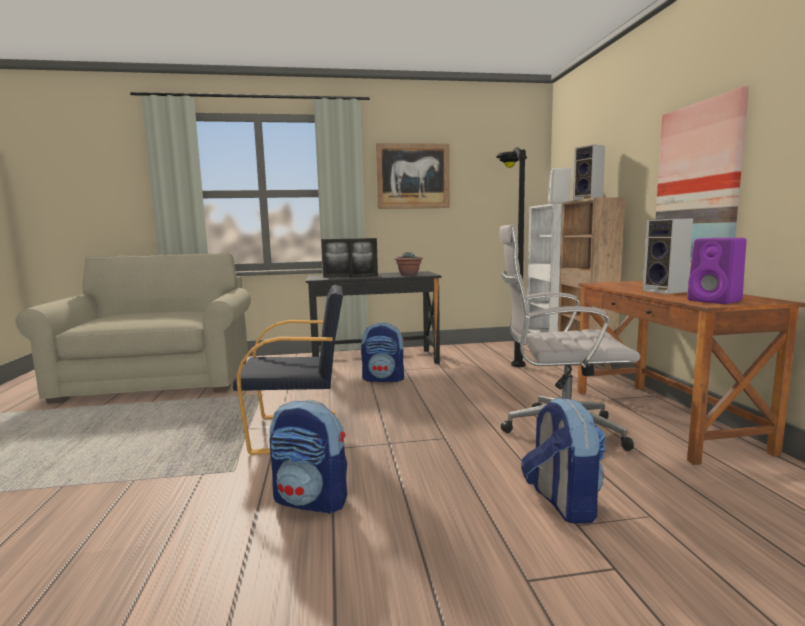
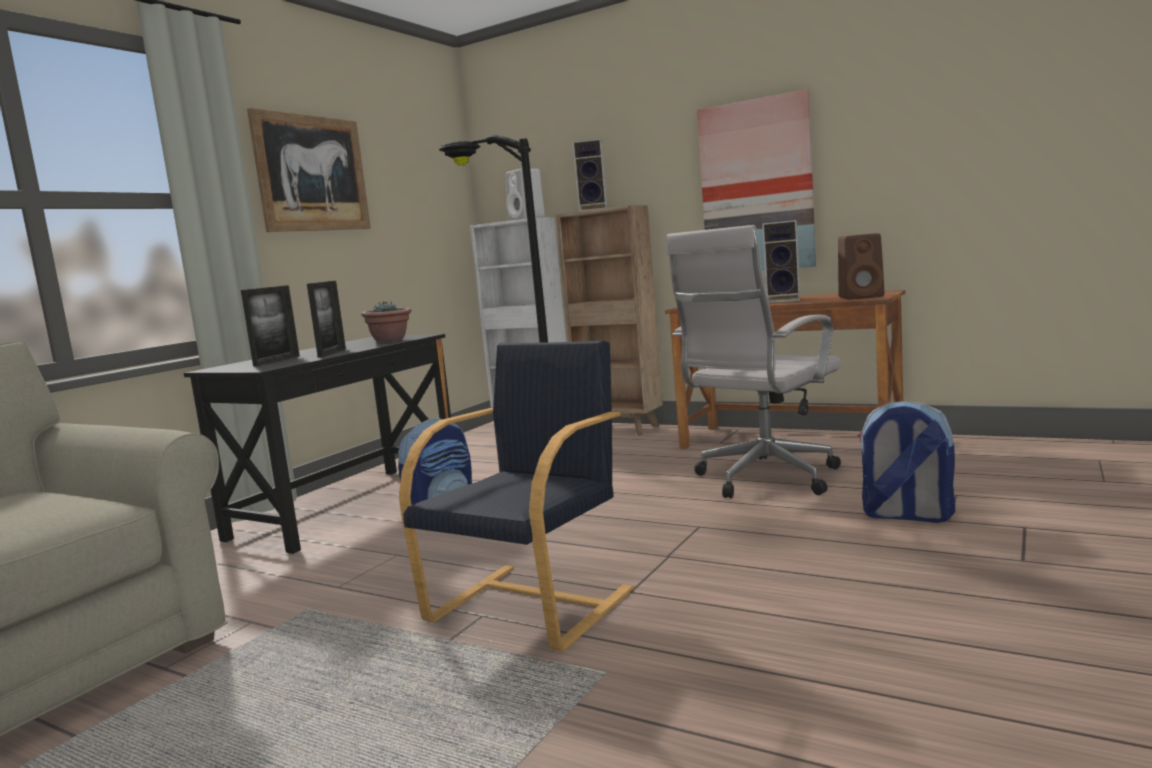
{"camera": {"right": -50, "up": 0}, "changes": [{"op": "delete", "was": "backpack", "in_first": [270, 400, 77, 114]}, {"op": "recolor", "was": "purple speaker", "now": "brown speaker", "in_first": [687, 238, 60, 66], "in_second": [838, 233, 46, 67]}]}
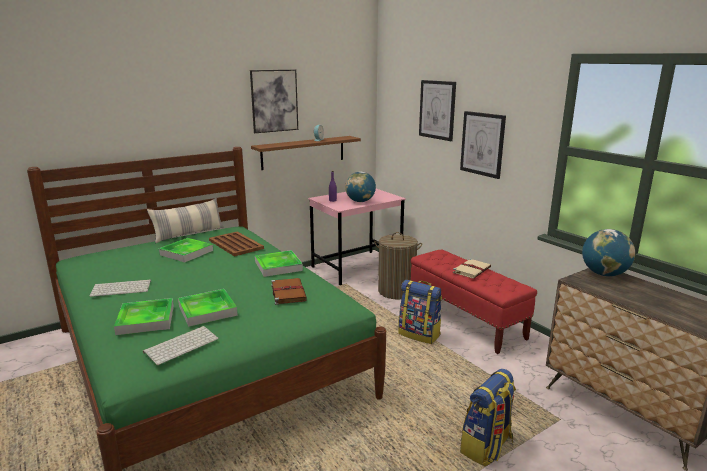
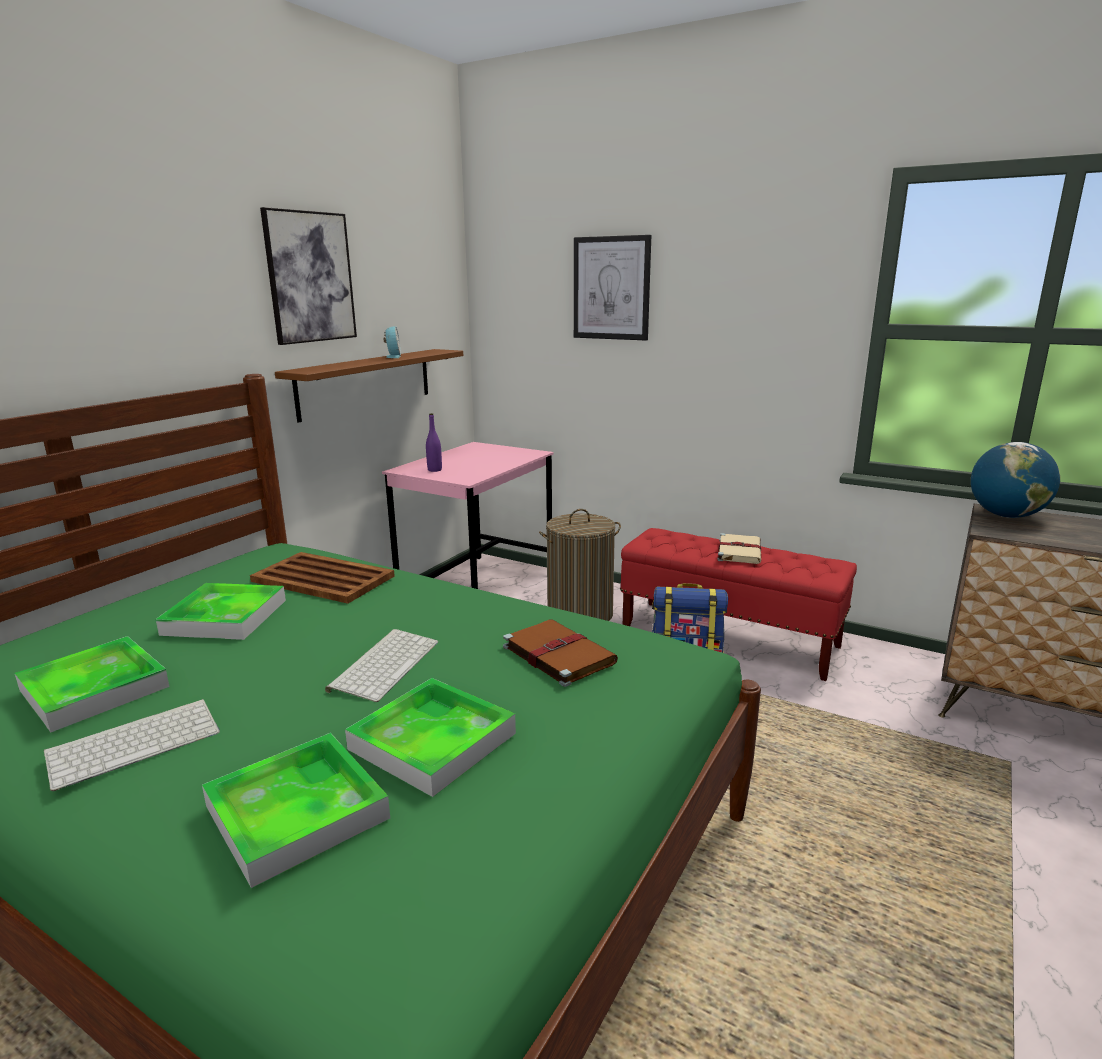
{"camera": {"right": -25, "up": 0}, "changes": [{"op": "move", "was": "keyboard", "in_first": [143, 326, 76, 39], "in_second": [325, 629, 113, 73]}, {"op": "delete", "was": "pillow", "in_first": [147, 198, 77, 45]}, {"op": "move", "was": "tray", "in_first": [255, 250, 48, 27], "in_second": [15, 636, 155, 96]}, {"op": "delete", "was": "globe", "in_first": [345, 172, 31, 30]}, {"op": "delete", "was": "picture", "in_first": [460, 111, 46, 68]}, {"op": "delete", "was": "backpack", "in_first": [460, 369, 56, 98]}]}
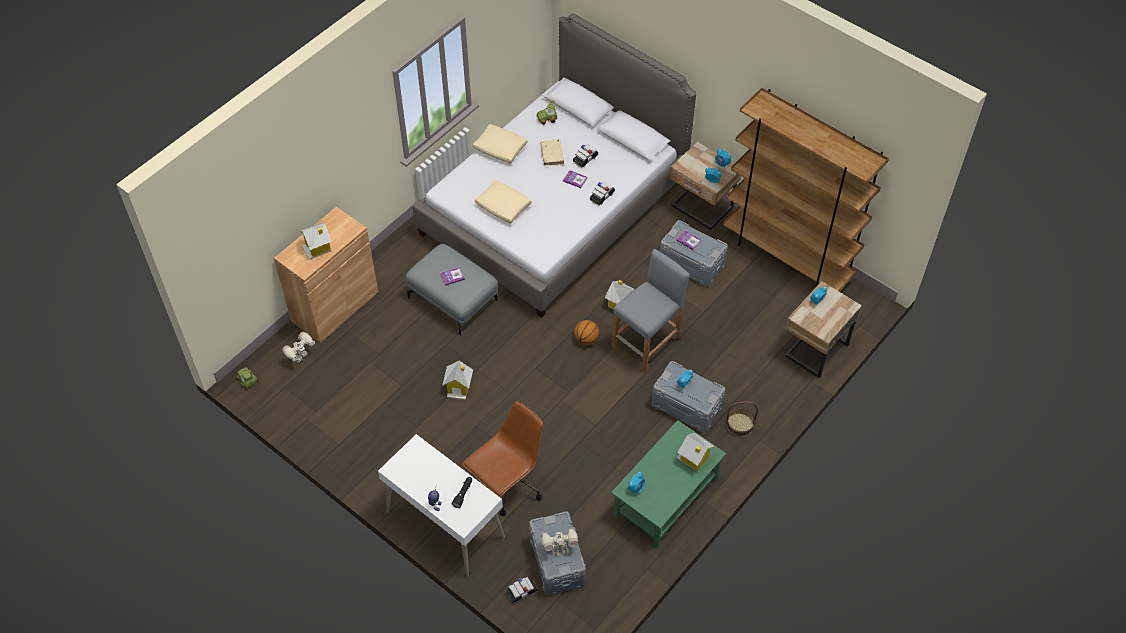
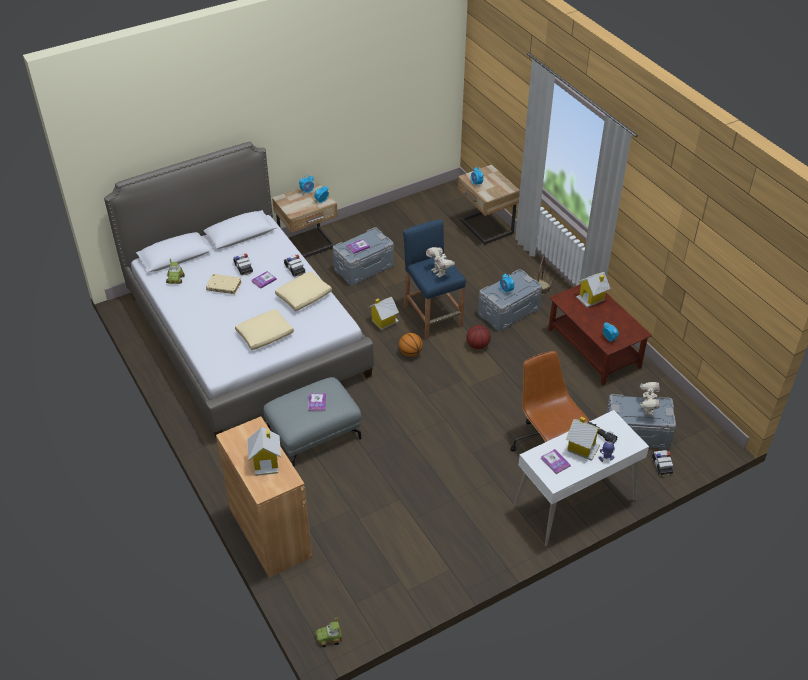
{"camera": {"right": -70, "up": -10}, "changes": [{"op": "move", "was": "toy robot", "in_first": [282, 331, 33, 32], "in_second": [426, 247, 29, 30]}, {"op": "move", "was": "toy house", "in_first": [442, 361, 31, 39], "in_second": [566, 417, 35, 44]}, {"op": "move", "was": "beige pillow", "in_first": [473, 124, 55, 39], "in_second": [275, 271, 57, 40]}, {"op": "recolor", "was": "green coffee table", "now": "brown coffee table", "in_first": [611, 420, 115, 129], "in_second": [548, 284, 104, 102]}, {"op": "recolor", "was": "grey stool", "now": "blue stool", "in_first": [612, 249, 78, 123], "in_second": [403, 219, 63, 120]}, {"op": "delete", "was": "brown bookcase", "in_first": [723, 87, 166, 205]}, {"op": "insert", "now": "basketball", "in_second": [466, 325, 25, 24]}, {"op": "insert", "now": "book", "in_second": [541, 449, 30, 25]}]}
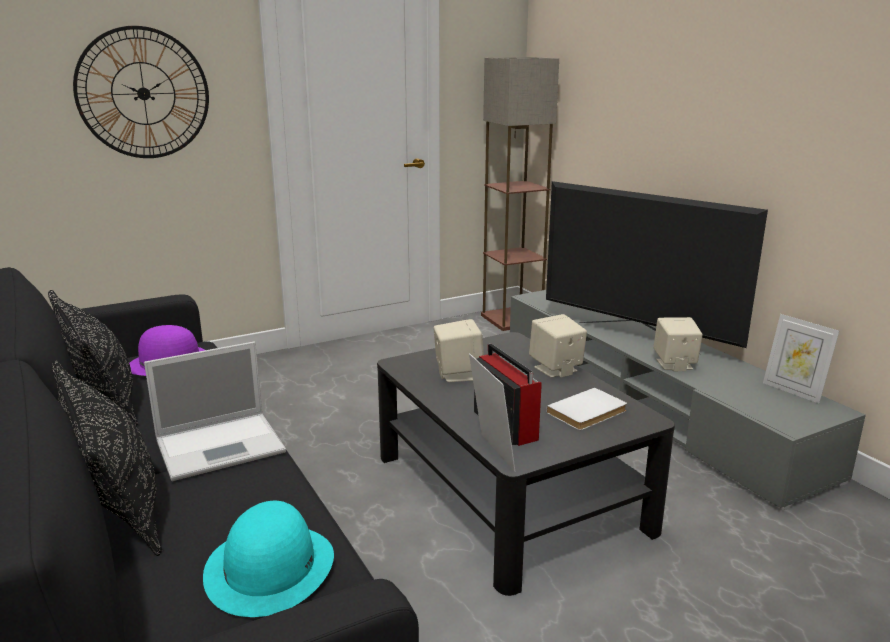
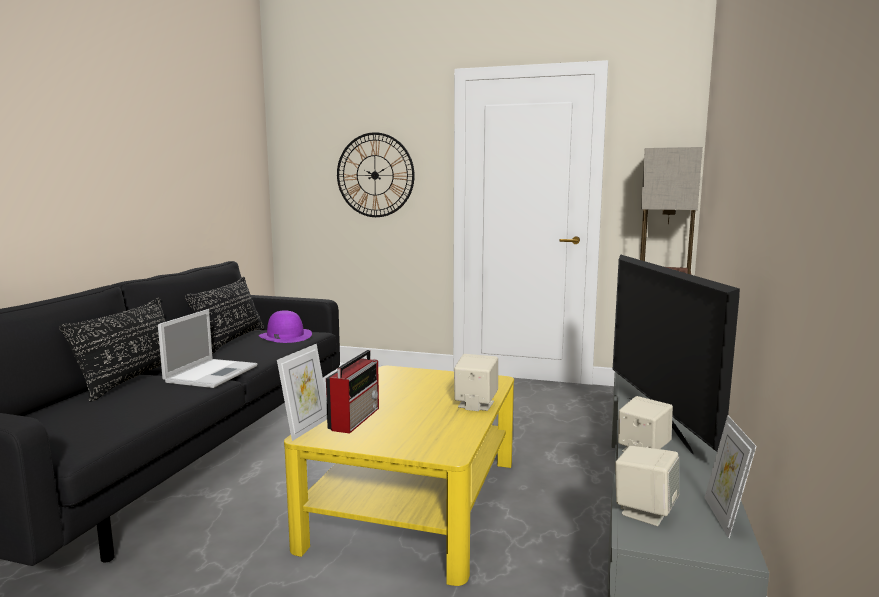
{"camera": {"right": 45, "up": -10}, "changes": [{"op": "rotate", "was": "laptop", "in_first": [144, 342, 142, 139], "in_second": [158, 309, 99, 79], "clockwise": -90}, {"op": "delete", "was": "turquoise hat", "in_first": [203, 501, 131, 116]}, {"op": "recolor", "was": "black coffee table", "now": "yellow coffee table", "in_first": [377, 332, 298, 264], "in_second": [284, 366, 230, 220]}, {"op": "move", "was": "beige speaker", "in_first": [433, 319, 51, 63], "in_second": [615, 446, 64, 80]}, {"op": "delete", "was": "white book", "in_first": [546, 388, 81, 42]}]}
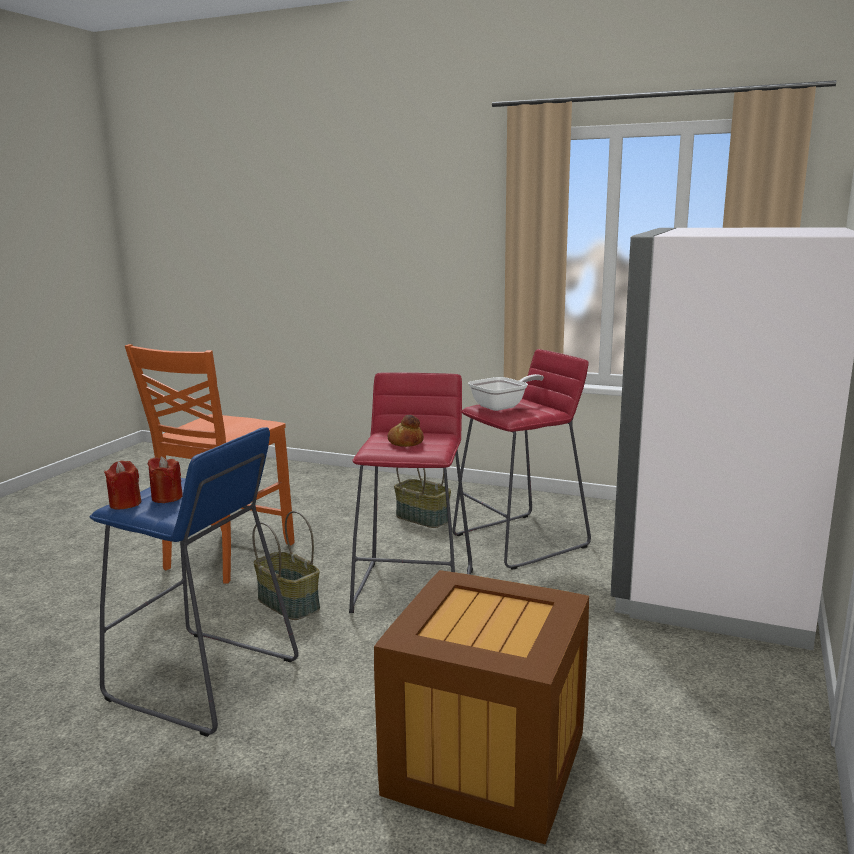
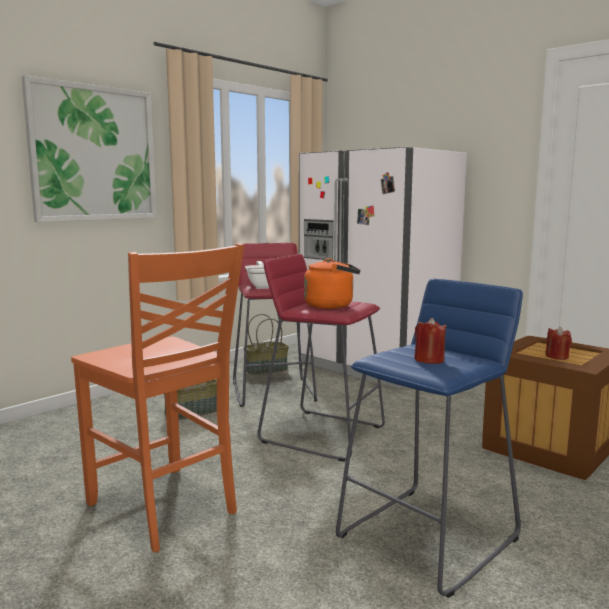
{"camera": {"right": -70, "up": -5}, "changes": [{"op": "move", "was": "red candle", "in_first": [104, 461, 37, 49], "in_second": [545, 327, 27, 33]}, {"op": "move", "was": "basket", "in_first": [252, 511, 68, 109], "in_second": [244, 314, 45, 61]}, {"op": "replace", "was": "bread", "now": "orange kettle", "in_first": [388, 415, 36, 32], "in_second": [304, 258, 56, 51]}, {"op": "insert", "now": "picture", "in_second": [22, 75, 135, 147]}]}
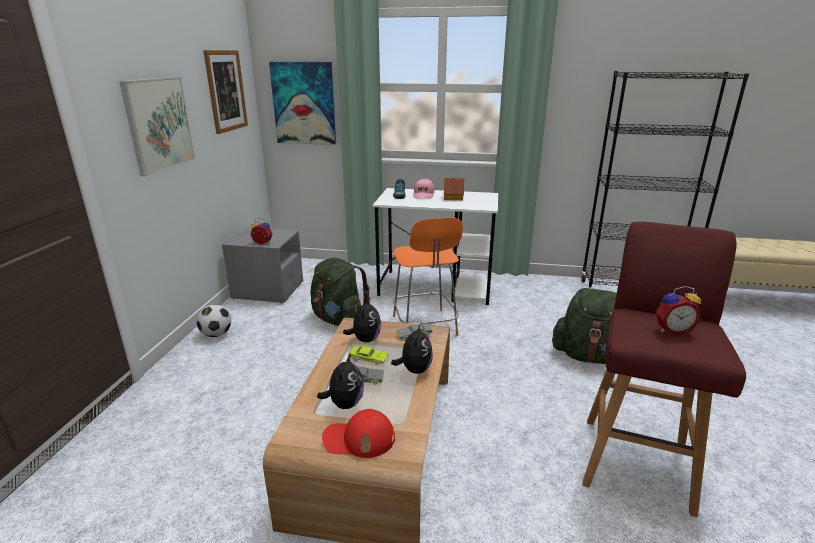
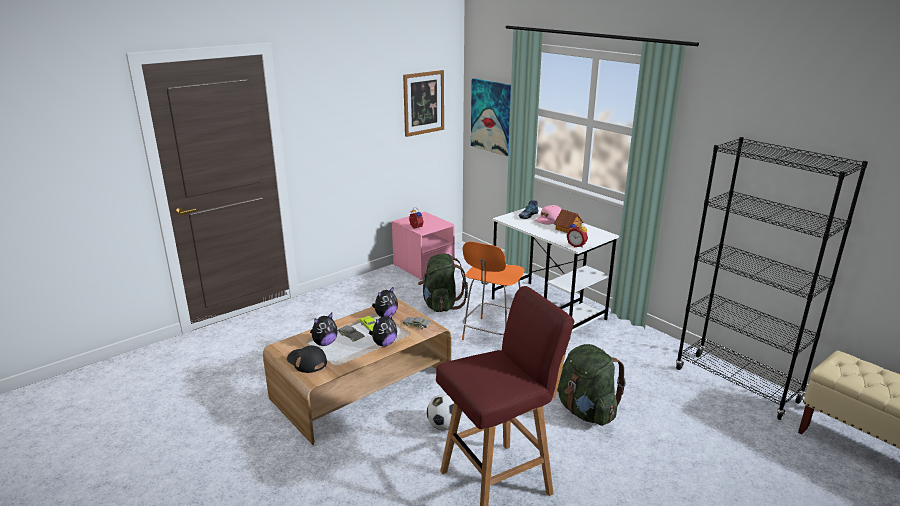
{"camera": {"right": 40, "up": 0}, "changes": [{"op": "delete", "was": "picture", "in_first": [119, 77, 76, 99]}, {"op": "move", "was": "football", "in_first": [196, 304, 35, 33], "in_second": [427, 394, 35, 36]}, {"op": "recolor", "was": "grey nightstand", "now": "pink nightstand", "in_first": [222, 227, 81, 77], "in_second": [392, 212, 63, 68]}, {"op": "recolor", "was": "red cap", "now": "black cap", "in_first": [322, 409, 73, 49], "in_second": [287, 345, 40, 28]}, {"op": "move", "was": "alarm clock", "in_first": [656, 286, 45, 50], "in_second": [567, 221, 21, 27]}]}
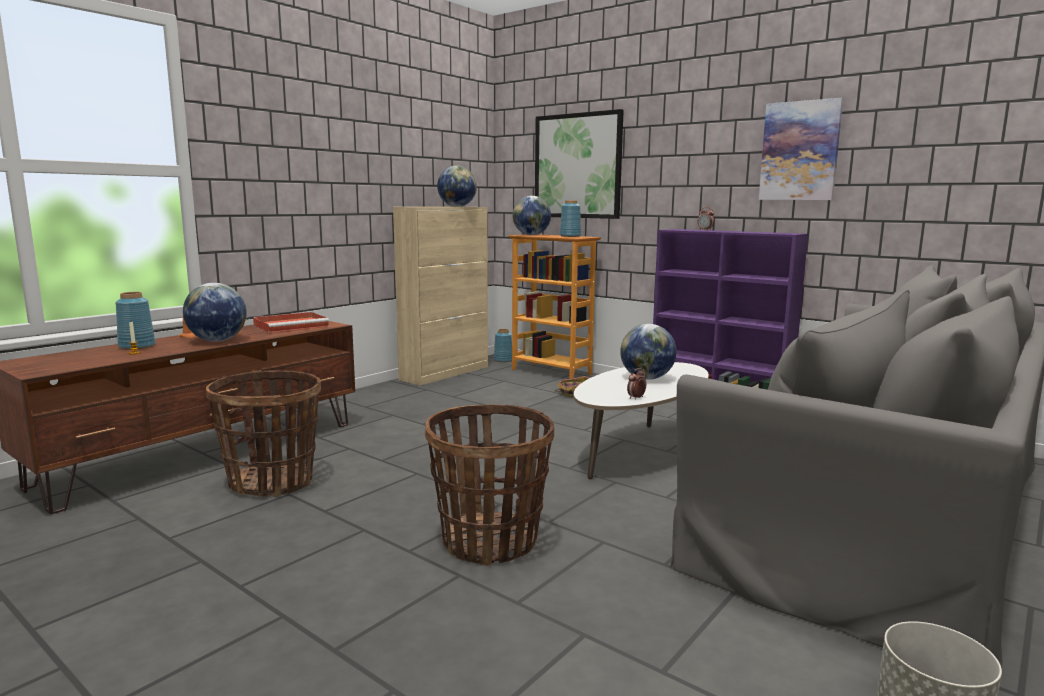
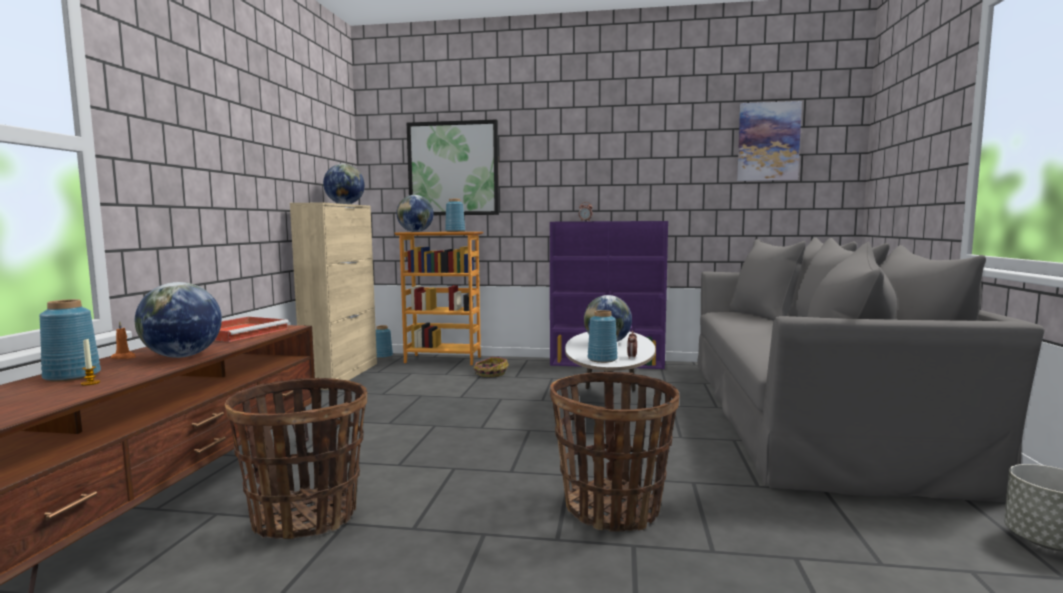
{"camera": {"right": -30, "up": -5}, "changes": [{"op": "move", "was": "picture", "in_first": [759, 98, 84, 102], "in_second": [737, 101, 65, 80]}, {"op": "insert", "now": "blue vase", "in_second": [588, 310, 30, 53]}]}
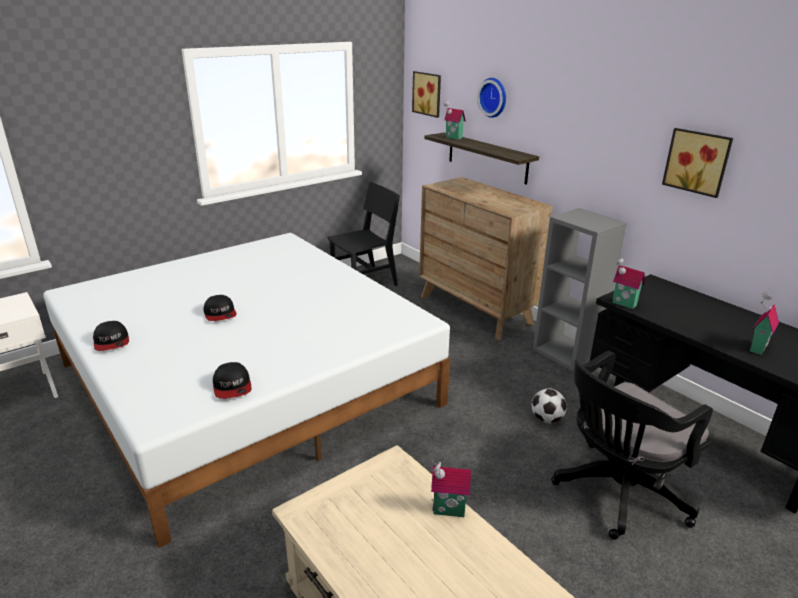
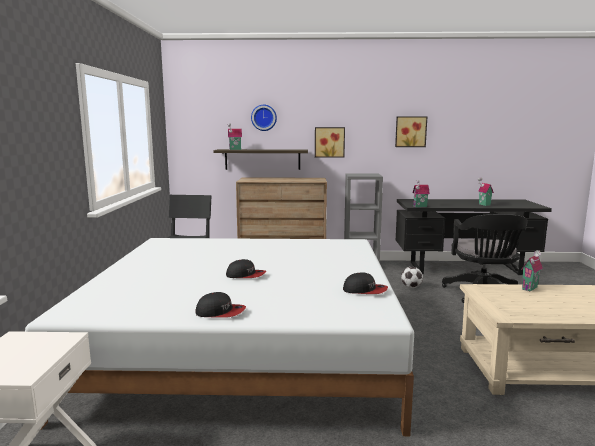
{"camera": {"right": -50, "up": -15}, "changes": [{"op": "move", "was": "picture", "in_first": [412, 71, 29, 47], "in_second": [315, 127, 30, 31]}]}
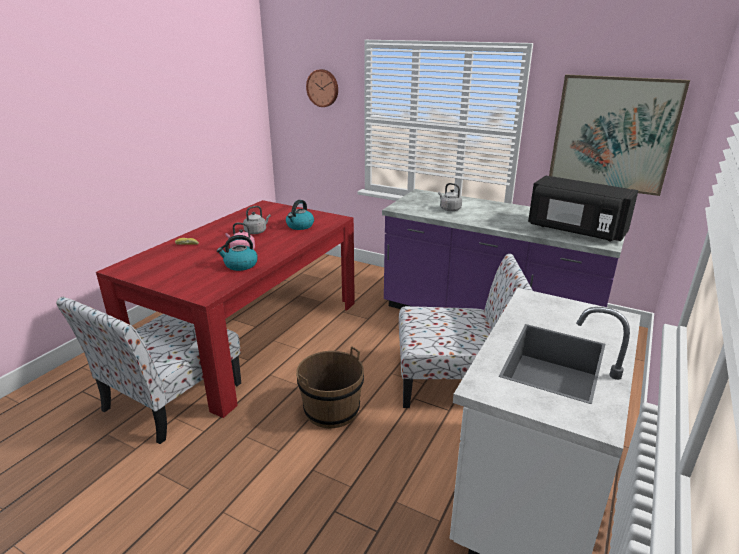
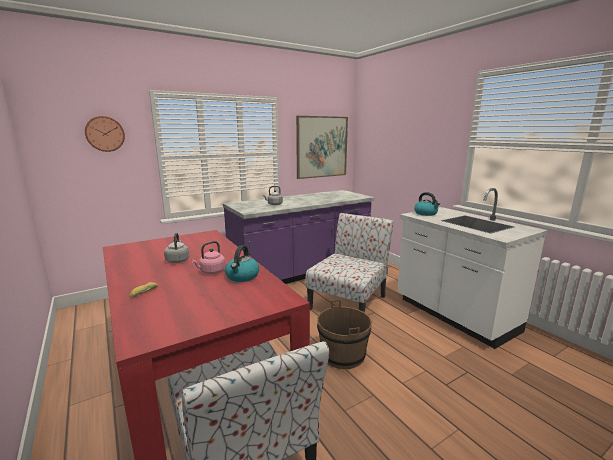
{"camera": {"right": -60, "up": -10}, "changes": [{"op": "move", "was": "kettle", "in_first": [286, 200, 28, 30], "in_second": [414, 192, 26, 24]}, {"op": "delete", "was": "black microwave", "in_first": [528, 176, 110, 65]}]}
